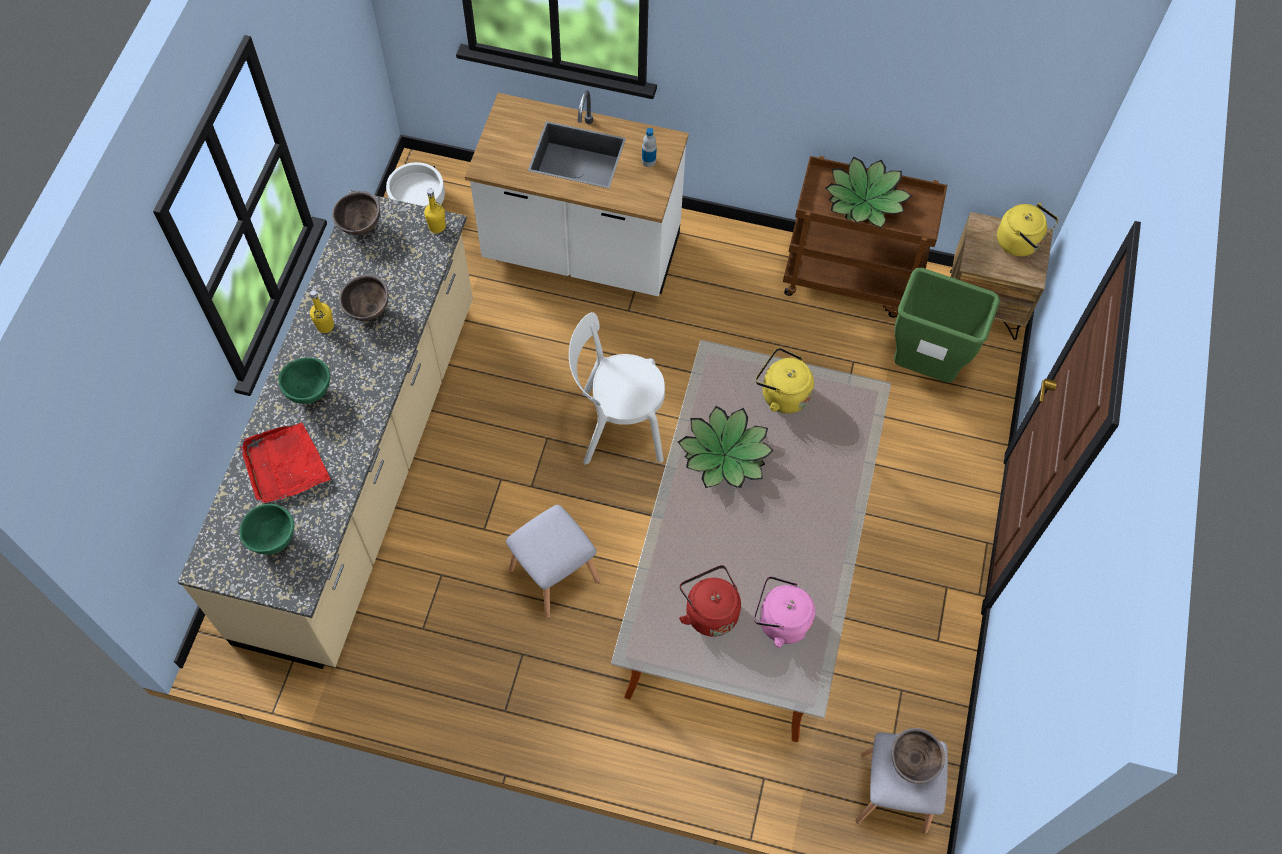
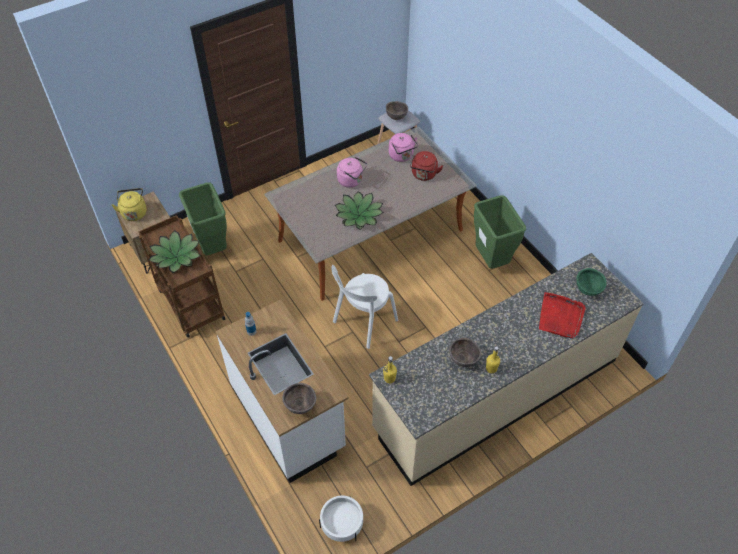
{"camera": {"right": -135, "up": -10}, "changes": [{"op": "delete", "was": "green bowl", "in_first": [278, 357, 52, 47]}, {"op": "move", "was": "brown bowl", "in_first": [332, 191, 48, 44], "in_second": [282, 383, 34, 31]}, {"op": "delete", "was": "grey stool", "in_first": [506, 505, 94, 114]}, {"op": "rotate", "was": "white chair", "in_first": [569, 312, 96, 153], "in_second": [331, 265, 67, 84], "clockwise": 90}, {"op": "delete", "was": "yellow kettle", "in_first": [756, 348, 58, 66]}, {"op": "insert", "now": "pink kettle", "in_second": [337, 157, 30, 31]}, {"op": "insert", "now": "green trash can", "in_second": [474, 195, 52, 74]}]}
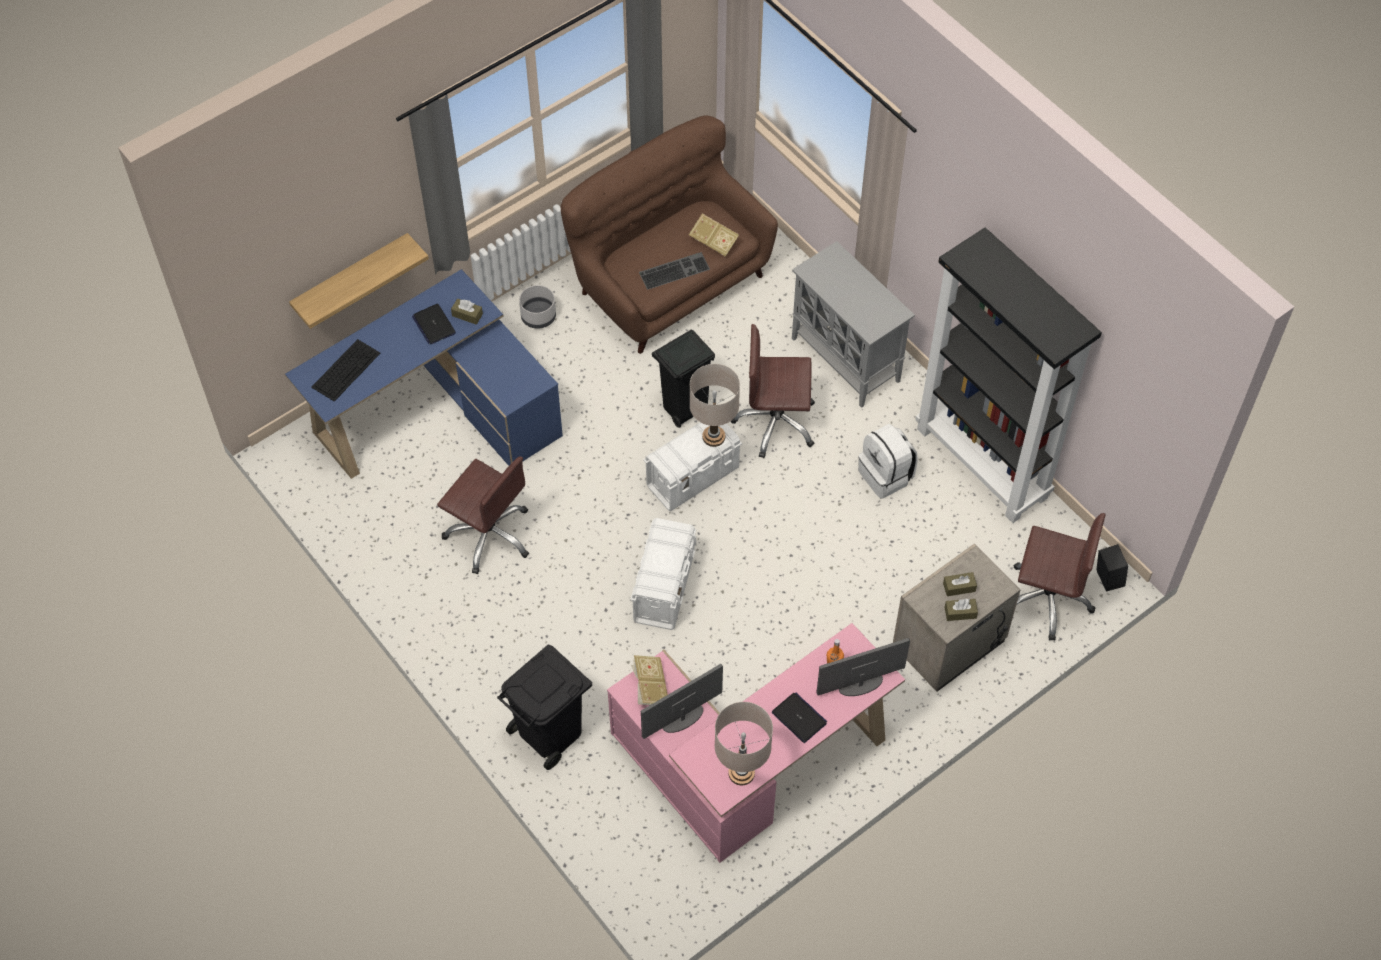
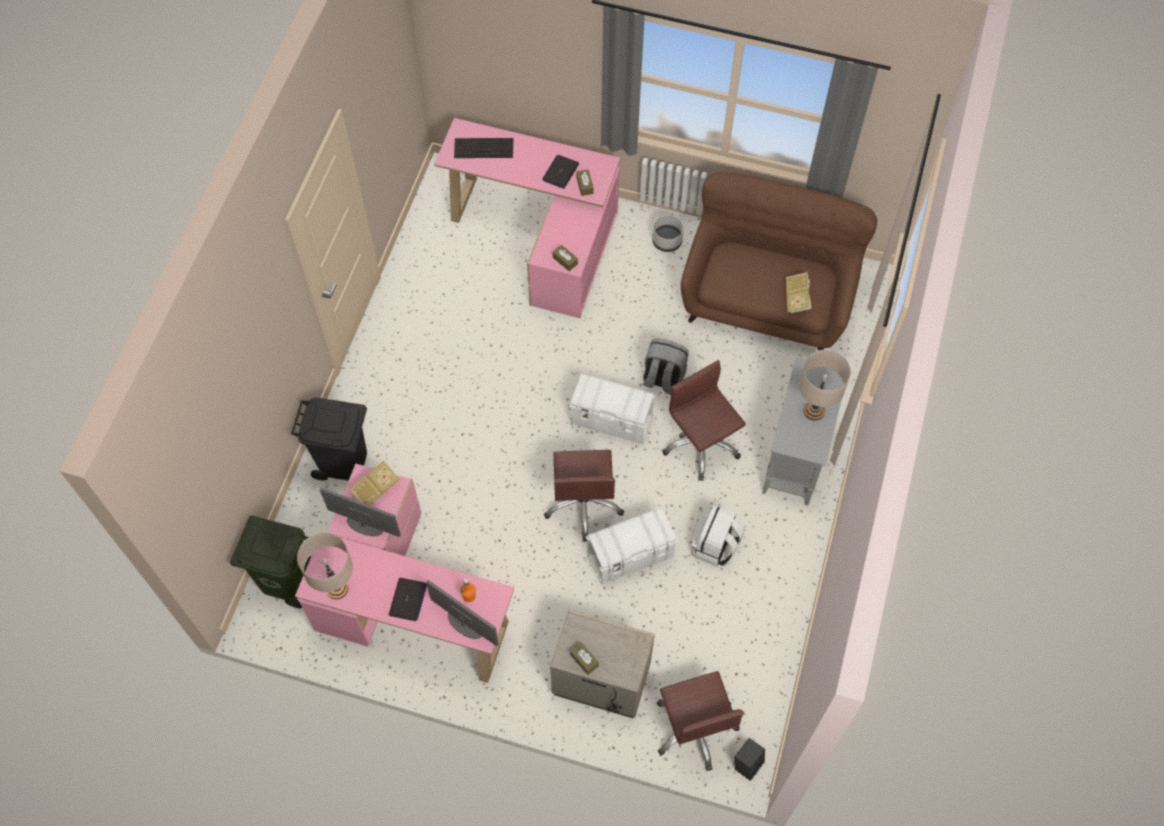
{"camera": {"right": 55, "up": 5}, "changes": [{"op": "recolor", "was": "blue desk", "now": "pink desk", "in_first": [285, 269, 278, 210], "in_second": [434, 118, 187, 200]}, {"op": "delete", "was": "shelf", "in_first": [289, 233, 140, 96]}, {"op": "move", "was": "brown office chair", "in_first": [437, 456, 92, 118], "in_second": [544, 450, 80, 92]}, {"op": "move", "was": "white storage box", "in_first": [630, 518, 66, 112], "in_second": [586, 507, 92, 77]}, {"op": "delete", "was": "keyboard", "in_first": [639, 252, 71, 38]}, {"op": "replace", "was": "black trash can", "now": "grey backpack", "in_first": [652, 330, 63, 98], "in_second": [643, 338, 46, 57]}, {"op": "move", "was": "beige table lamp", "in_first": [690, 364, 50, 83], "in_second": [799, 350, 52, 71]}, {"op": "delete", "was": "black bookcase", "in_first": [915, 228, 187, 295]}, {"op": "move", "was": "brown tissue box", "in_first": [943, 572, 34, 24], "in_second": [553, 245, 25, 26]}, {"op": "insert", "now": "green trash can", "in_second": [230, 515, 81, 93]}]}
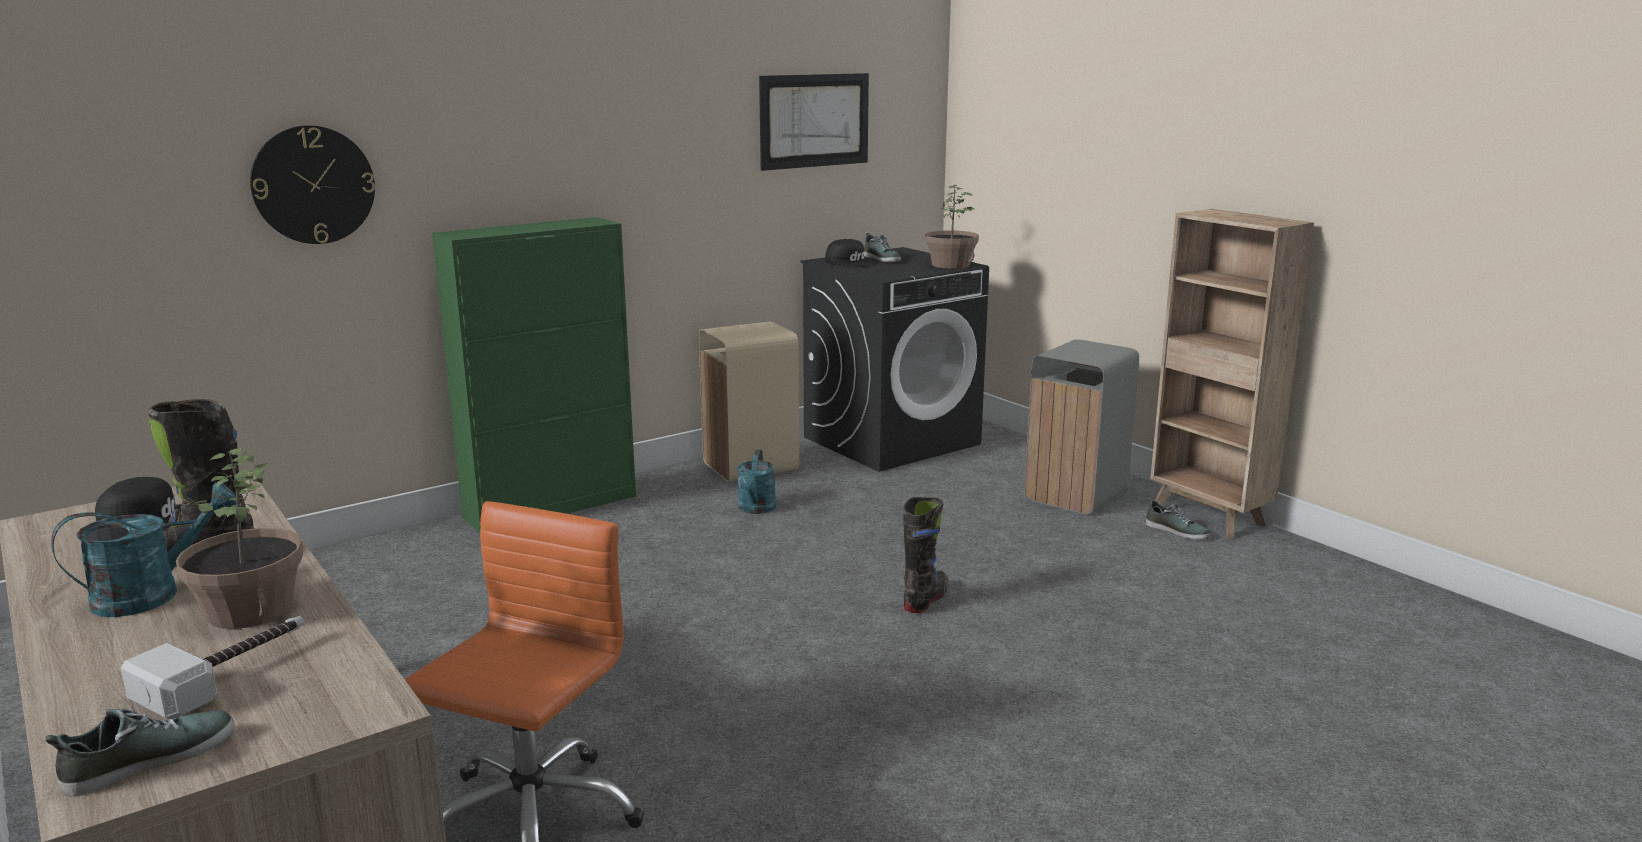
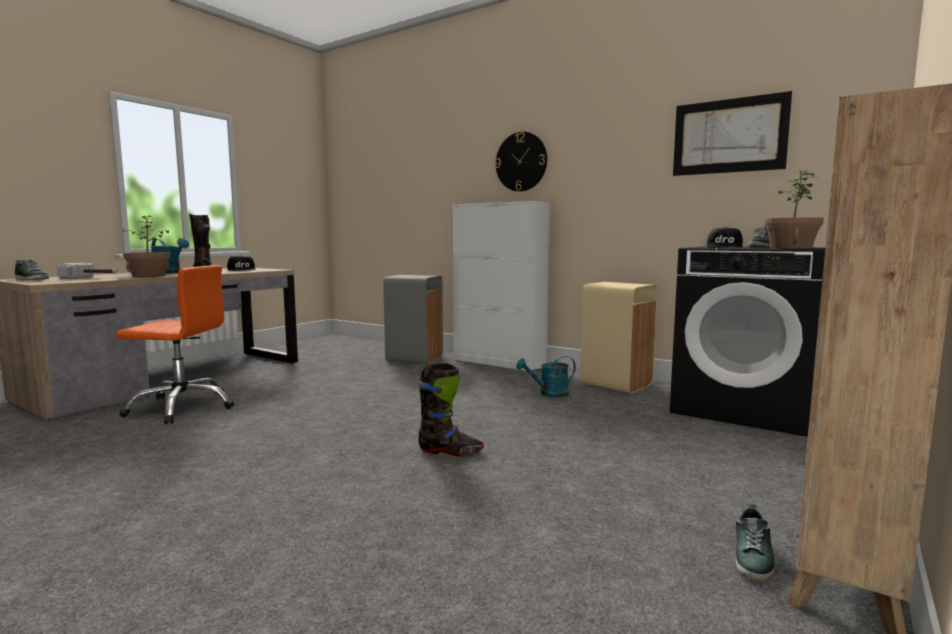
{"camera": {"right": 70, "up": -10}, "changes": [{"op": "move", "was": "wall clock", "in_first": [250, 125, 125, 119], "in_second": [495, 132, 52, 59]}, {"op": "recolor", "was": "green cabinet", "now": "white cabinet", "in_first": [432, 217, 204, 316], "in_second": [453, 201, 97, 170]}, {"op": "move", "was": "grey trash can", "in_first": [1024, 339, 115, 176], "in_second": [383, 275, 60, 89]}]}
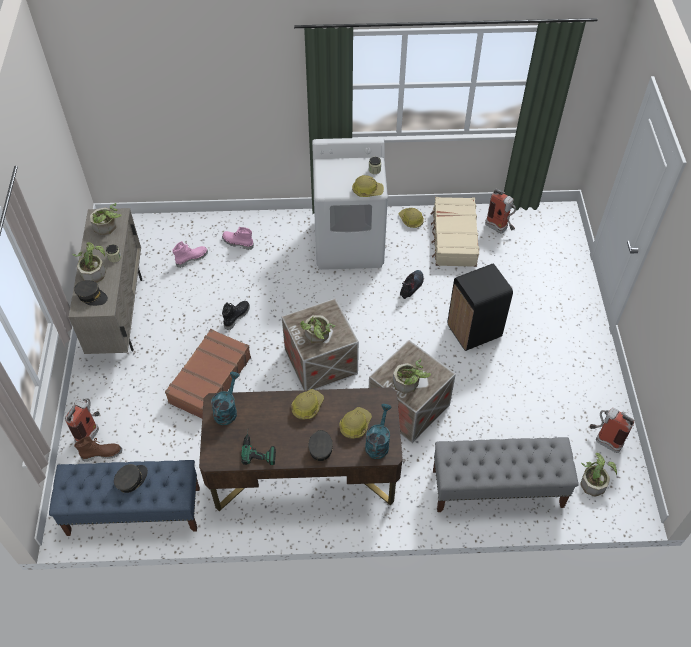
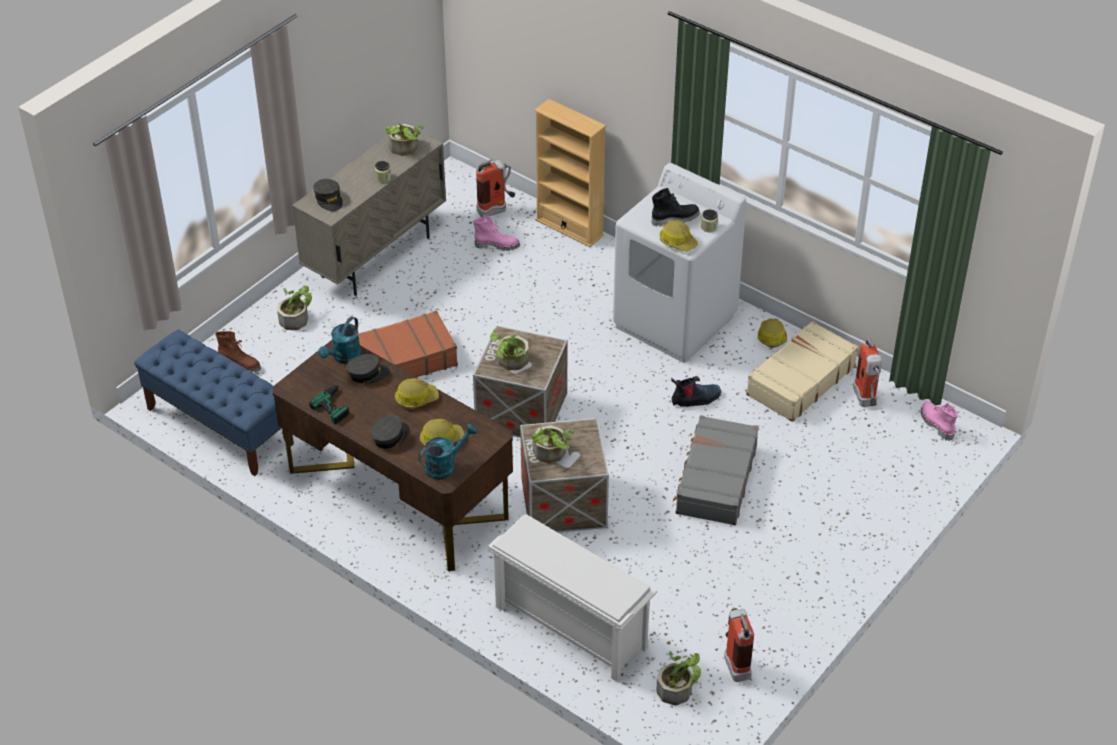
{"camera": {"right": 40, "up": -10}, "changes": [{"op": "move", "was": "fire extinguisher", "in_first": [65, 398, 35, 45], "in_second": [476, 159, 39, 58]}, {"op": "move", "was": "potted plant", "in_first": [72, 242, 34, 41], "in_second": [277, 286, 35, 44]}, {"op": "move", "was": "grey cap", "in_first": [114, 464, 34, 29], "in_second": [346, 354, 44, 29]}, {"op": "rotate", "was": "turquoise watering can", "in_first": [211, 372, 29, 53], "in_second": [318, 317, 43, 47], "clockwise": 150}, {"op": "move", "was": "pink boot", "in_first": [222, 227, 32, 23], "in_second": [921, 401, 37, 40]}, {"op": "move", "was": "black boot", "in_first": [222, 301, 28, 29], "in_second": [651, 188, 49, 38]}, {"op": "replace", "was": "grey bench", "now": "white shoe rack", "in_first": [433, 437, 145, 75], "in_second": [488, 514, 168, 168]}, {"op": "replace", "was": "black trash can", "now": "grey suitcase", "in_first": [447, 264, 66, 87], "in_second": [673, 415, 86, 110]}, {"op": "insert", "now": "beige bookcase", "in_second": [534, 99, 72, 148]}]}
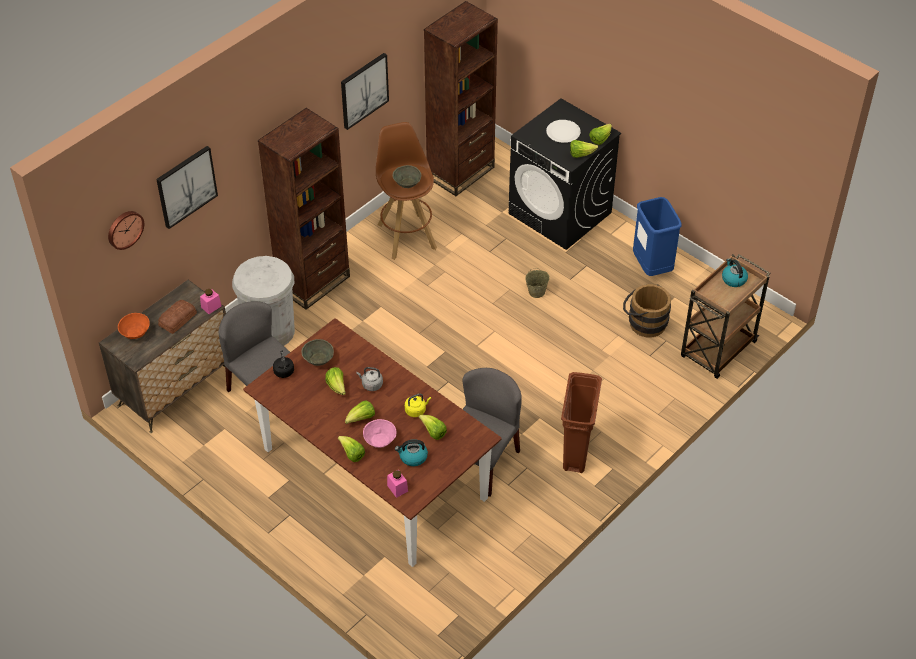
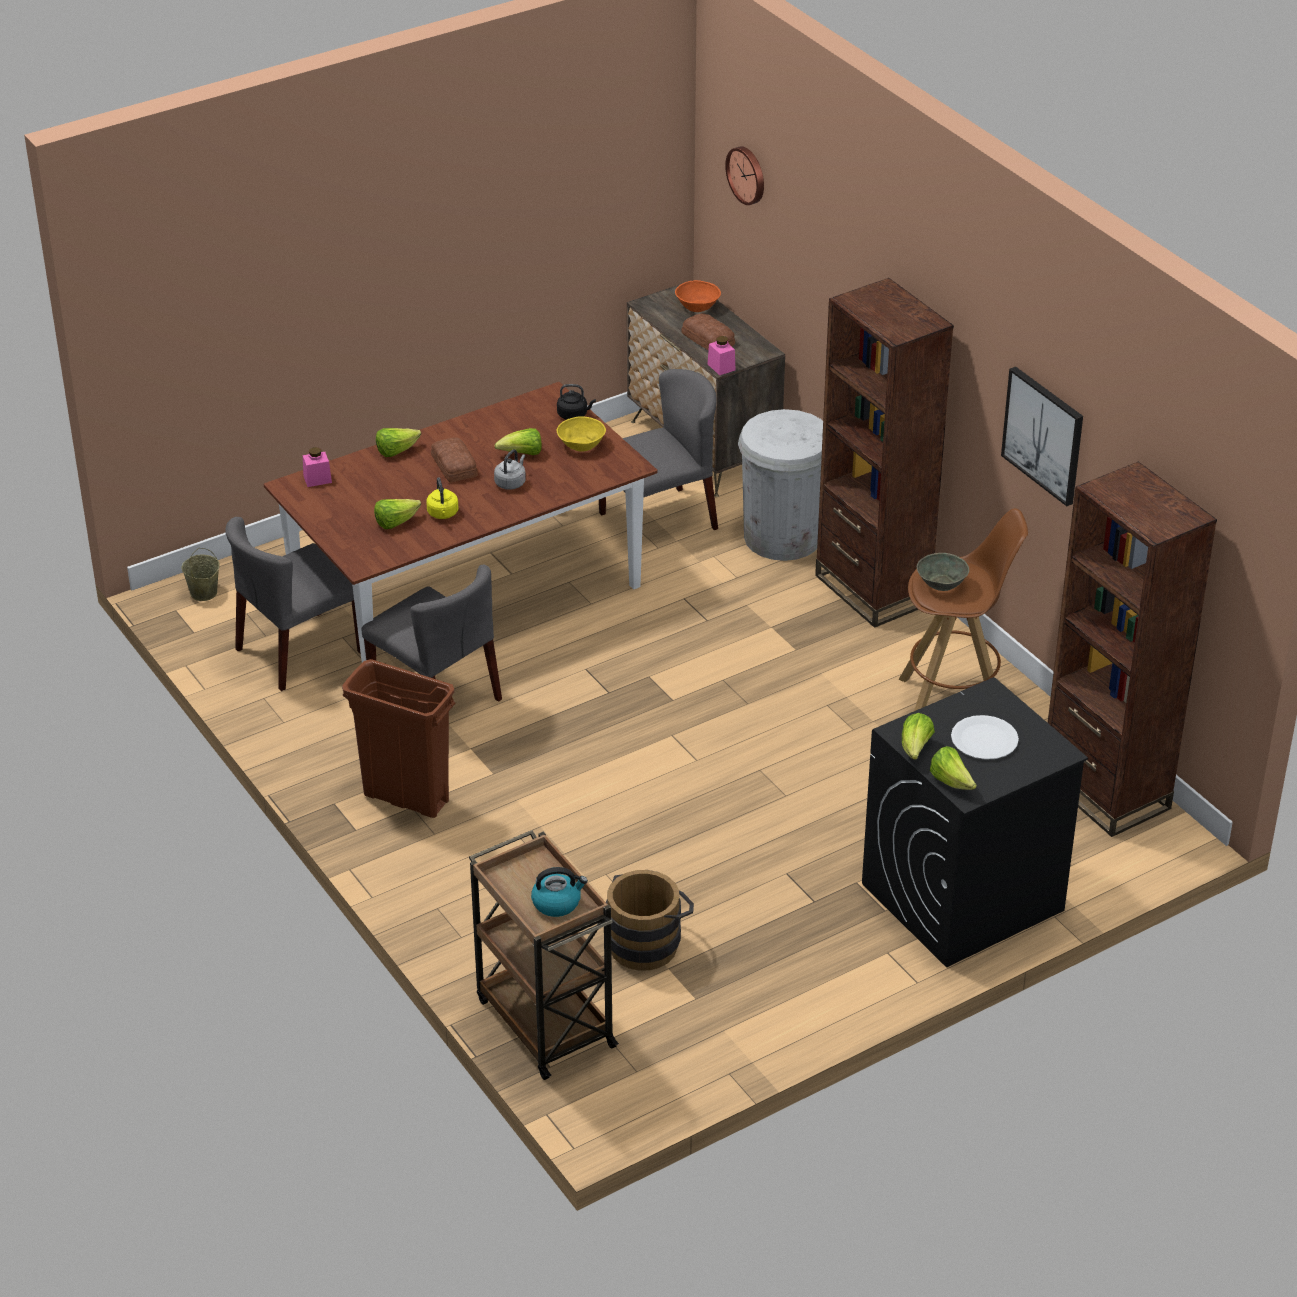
{"camera": {"right": 105, "up": -10}, "changes": [{"op": "delete", "was": "picture", "in_first": [156, 146, 62, 83]}, {"op": "recolor", "was": "grey bowl", "now": "yellow bowl", "in_first": [302, 339, 32, 27], "in_second": [556, 416, 50, 36]}, {"op": "replace", "was": "lettuce", "now": "bread", "in_first": [345, 400, 30, 24], "in_second": [431, 437, 47, 46]}, {"op": "delete", "was": "pink bowl", "in_first": [363, 419, 33, 29]}, {"op": "delete", "was": "kettle", "in_first": [395, 439, 33, 27]}, {"op": "move", "was": "beige bucket", "in_first": [525, 268, 24, 30], "in_second": [181, 548, 38, 53]}, {"op": "delete", "was": "blue trash can", "in_first": [633, 197, 49, 79]}, {"op": "insert", "now": "grey chair", "in_second": [225, 517, 136, 174]}]}
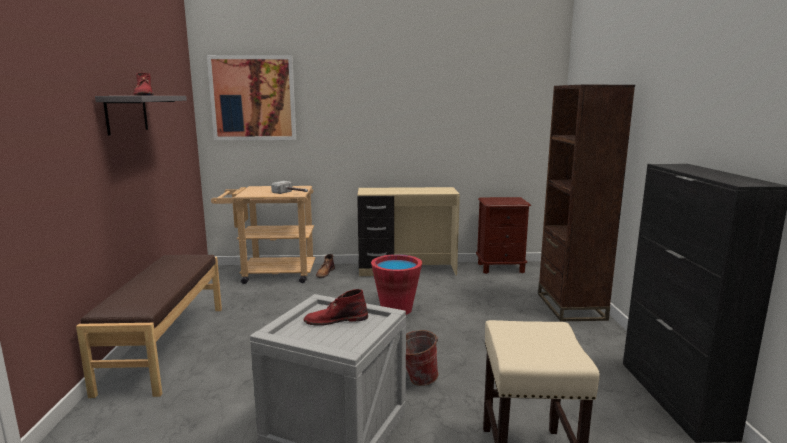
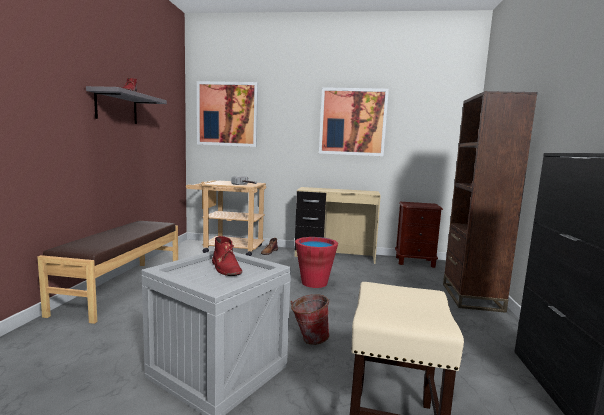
{"camera": {"right": 10, "up": -5}, "changes": [{"op": "rotate", "was": "red boot", "in_first": [304, 289, 64, 37], "in_second": [212, 236, 30, 40], "clockwise": -120}, {"op": "insert", "now": "picture", "in_second": [319, 87, 70, 69]}]}
